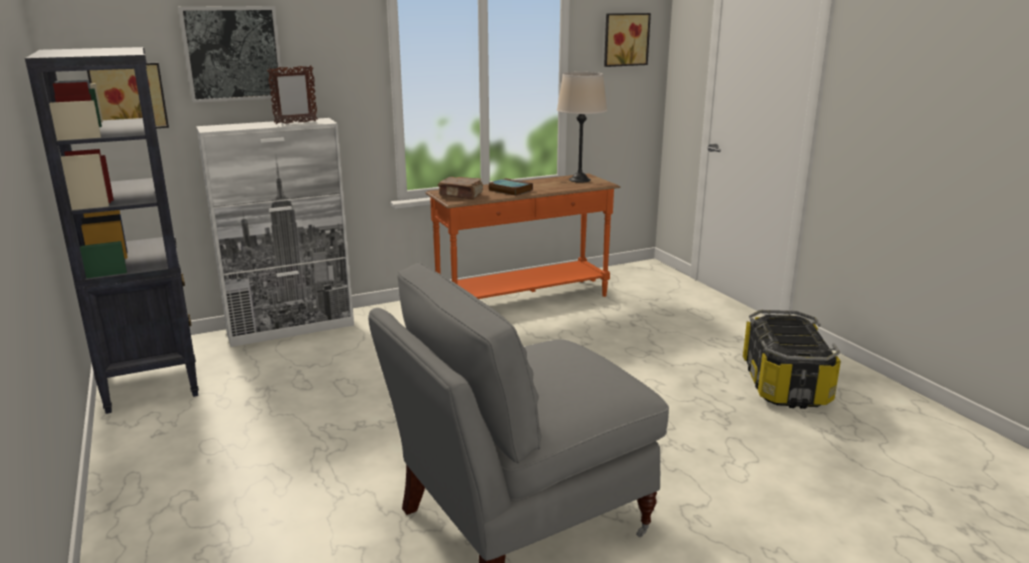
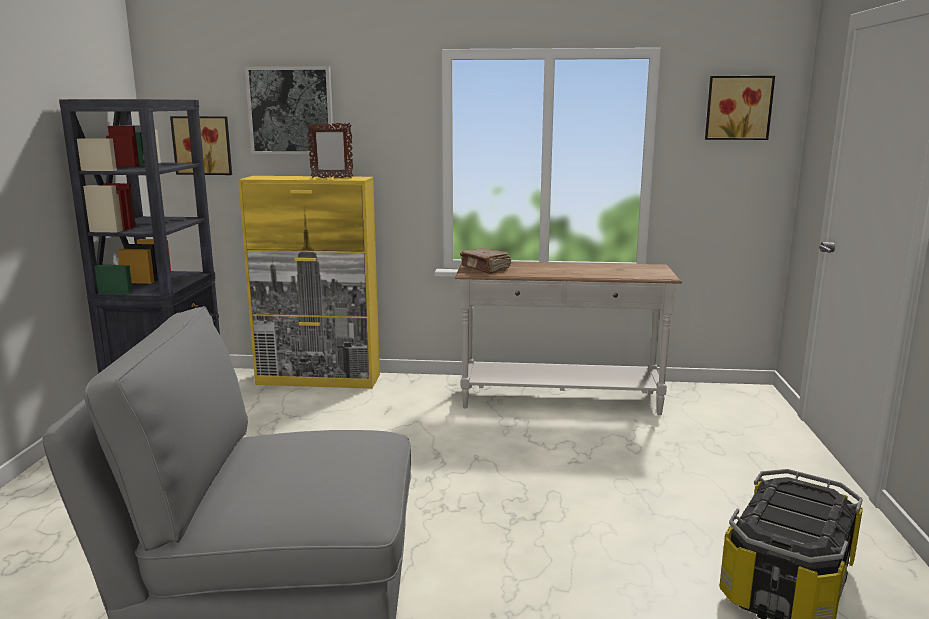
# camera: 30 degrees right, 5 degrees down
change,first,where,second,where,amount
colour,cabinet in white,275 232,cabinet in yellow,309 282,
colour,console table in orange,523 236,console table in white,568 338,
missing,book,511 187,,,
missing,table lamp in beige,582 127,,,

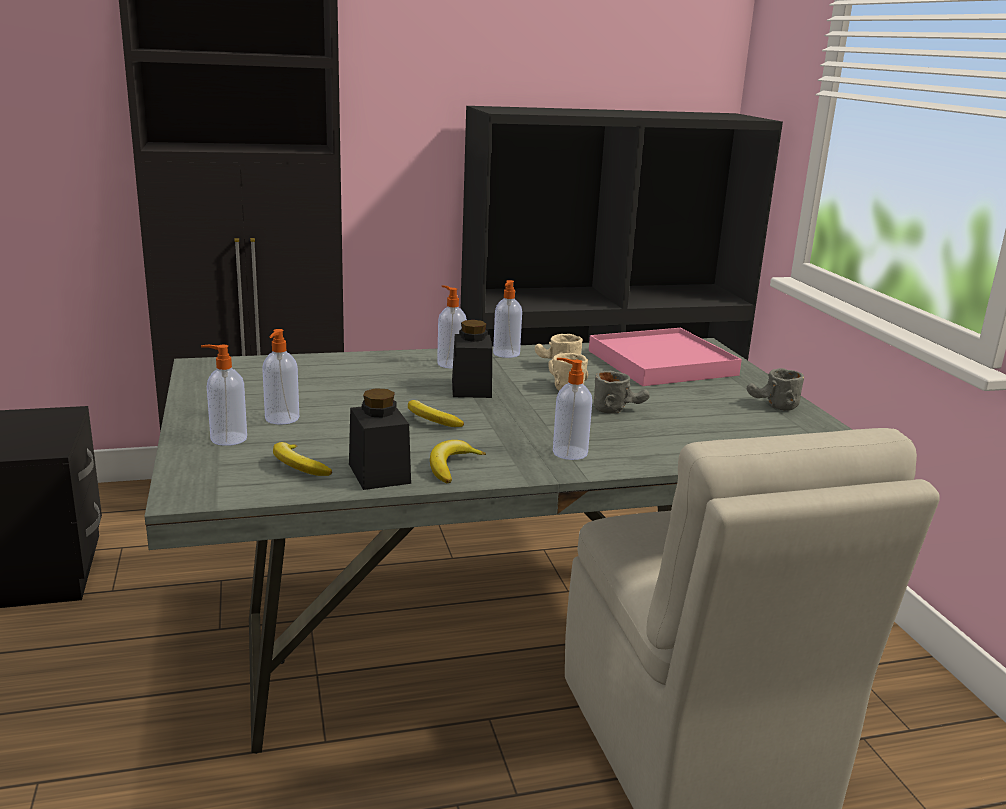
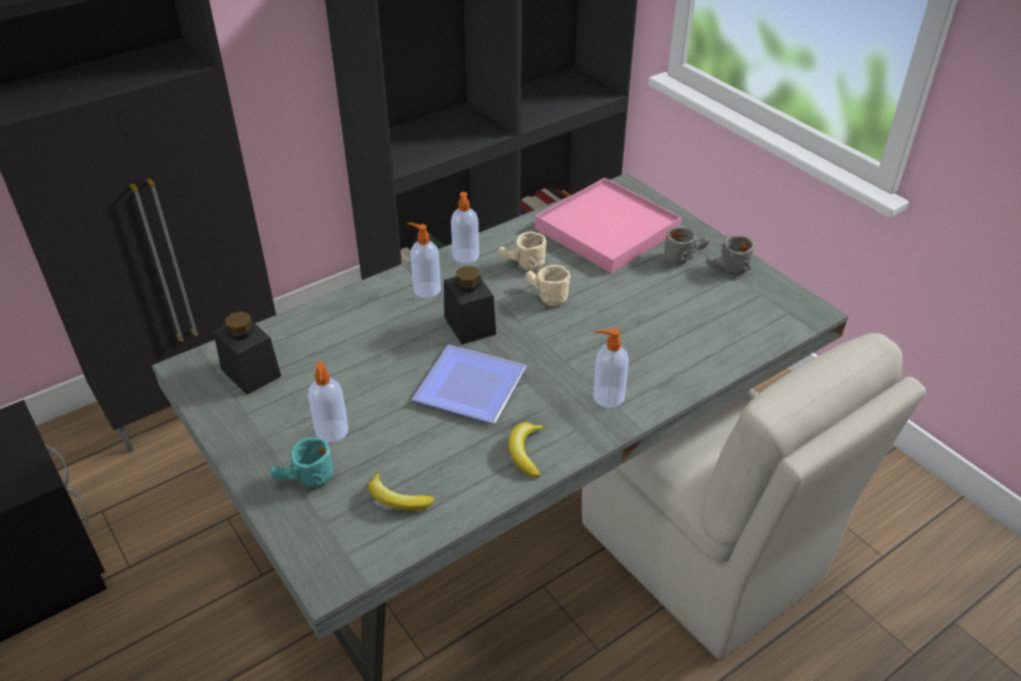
# camera: 20 degrees left, 20 degrees up
change,first,where,second,where,amount
relocated,jar in black,380 439,,247 353,
exchanged,soap dispenser,224 395,mug in turquoise,301 462,
exchanged,banana,436 413,plate,469 384,
relocated,mug in grey,622 392,,687 245,

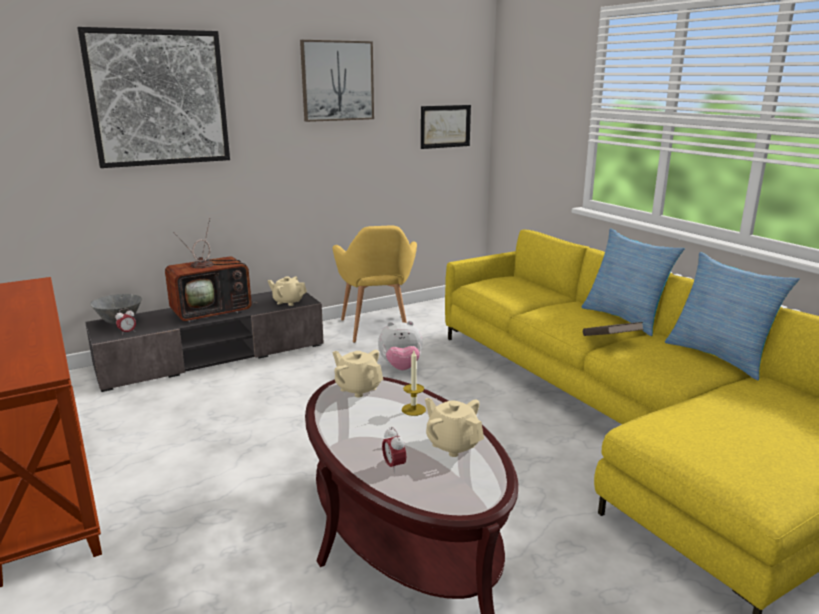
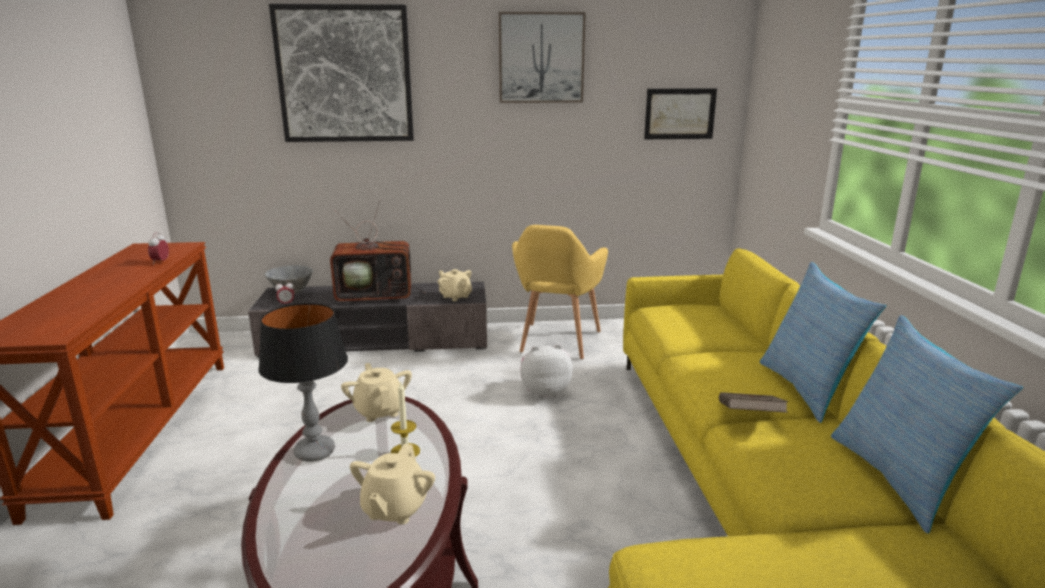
# camera: 25 degrees right, 0 degrees up
change,first,where,second,where,amount
relocated,alarm clock,394 450,,158 248,
appeared,,,table lamp,303 382,
spun,teapot in beige,454 427,,392 484,150 degrees counterclockwise
spun,plush toy,400 345,,546 371,150 degrees clockwise

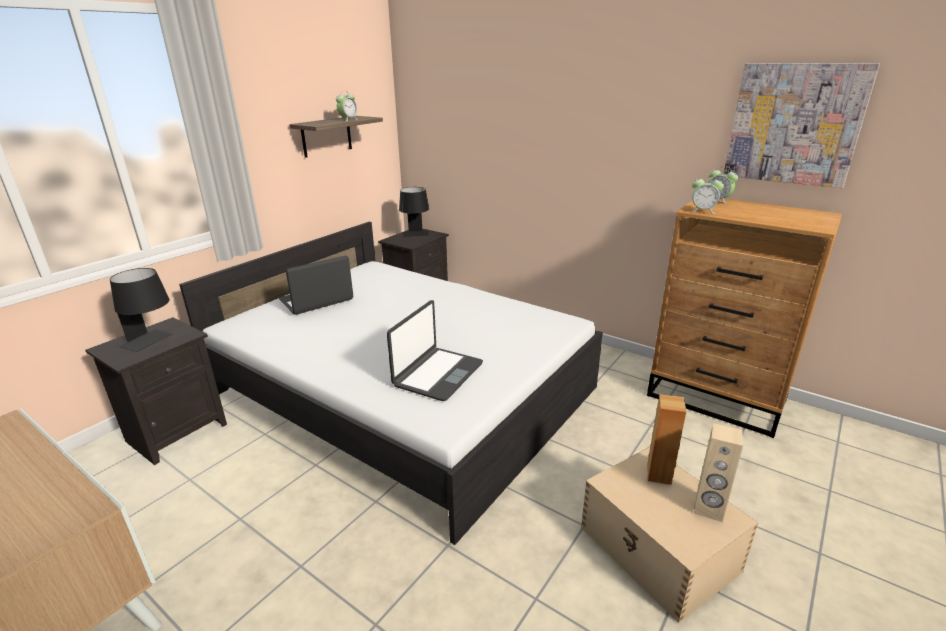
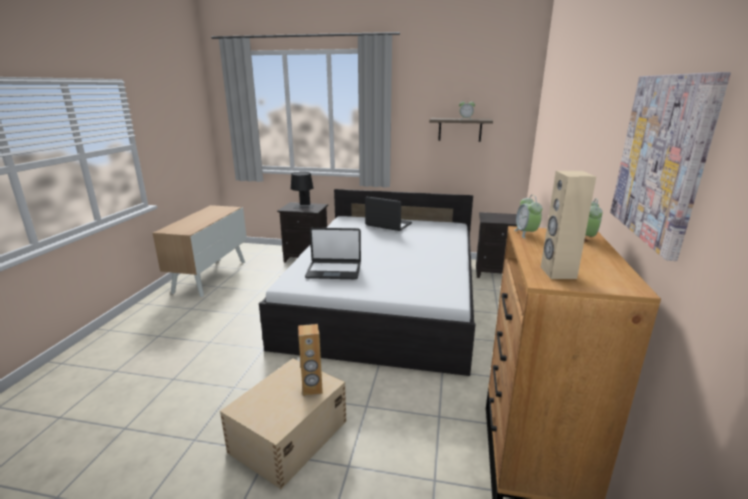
# camera: 65 degrees right, 5 degrees down
change,first,where,second,where,amount
relocated,speaker in beige,718 472,,568 225,
missing,table lamp in black,414 212,,,

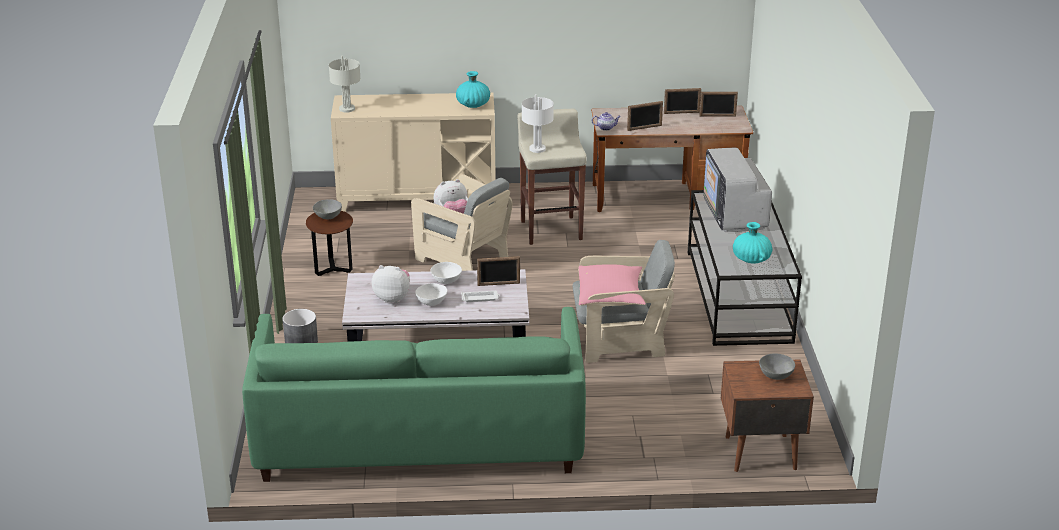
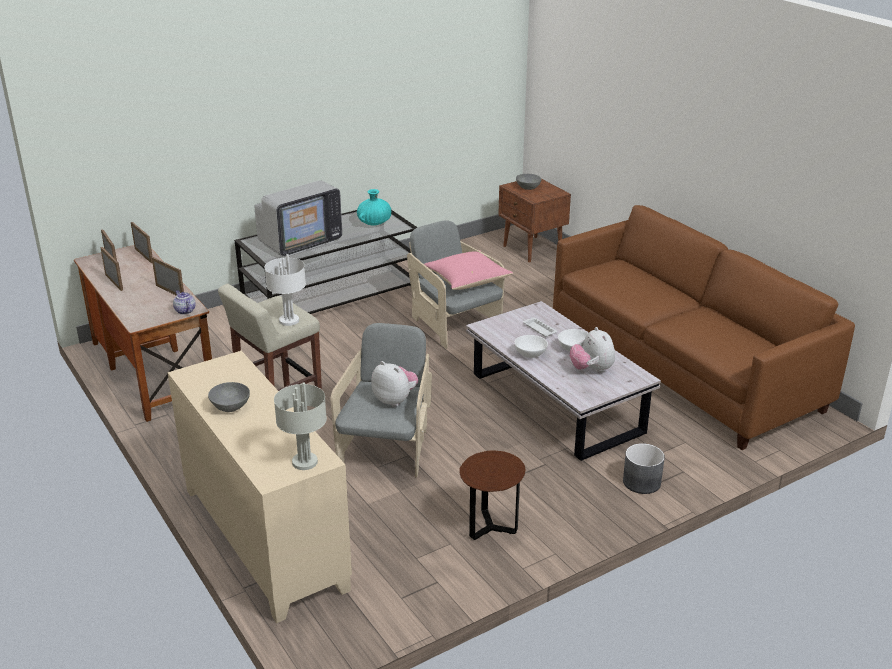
# camera: 120 degrees left, 0 degrees up
change,first,where,second,where,amount
relocated,picture frame,498 271,,142 242,
relocated,bowl in grey,327 209,,229 397,
colour,sofa in green,414 394,sofa in brown,704 327,
missing,vase in turquoise,473 89,,,

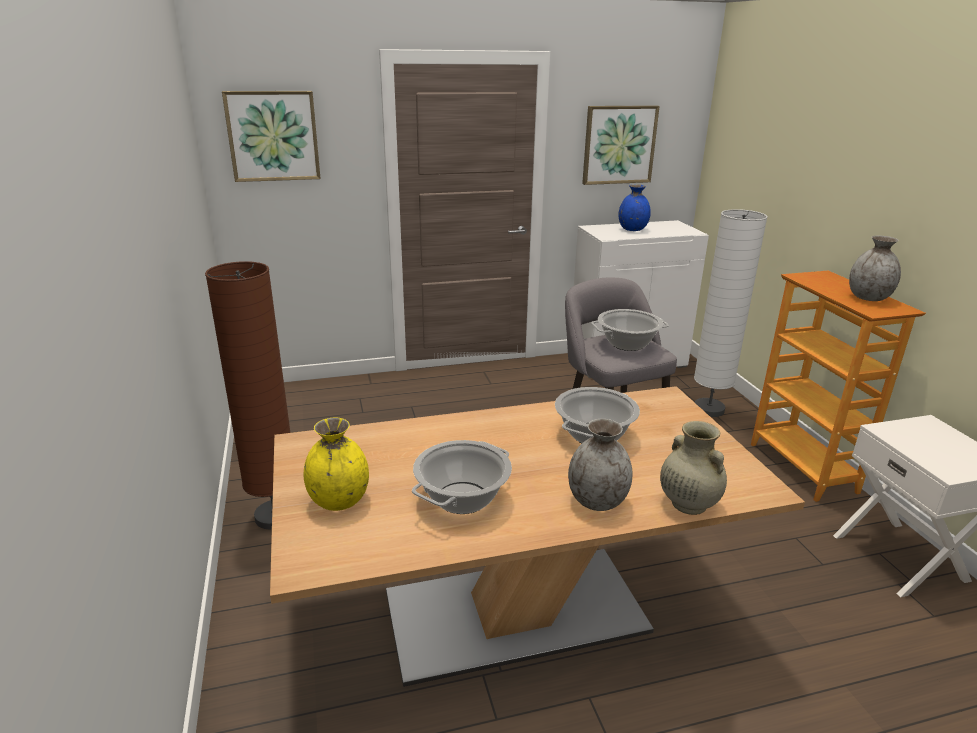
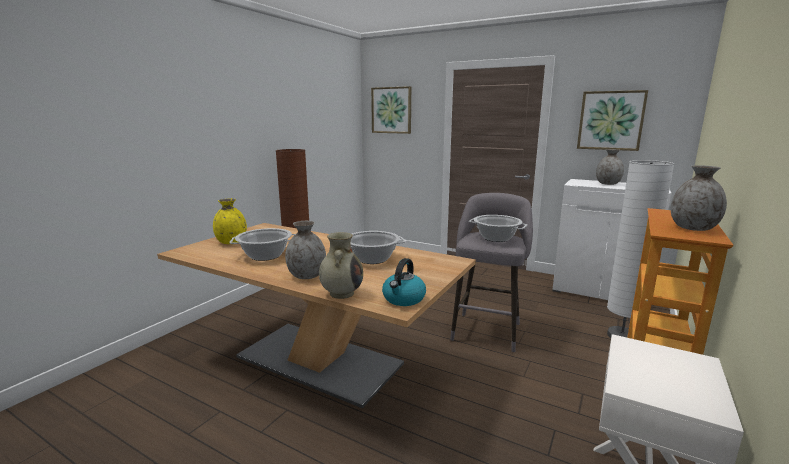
# camera: 45 degrees right, 10 degrees down
change,first,where,second,where,amount
appeared,,,kettle,404 282,
colour,vase in blue,635 207,vase in grey,610 167,

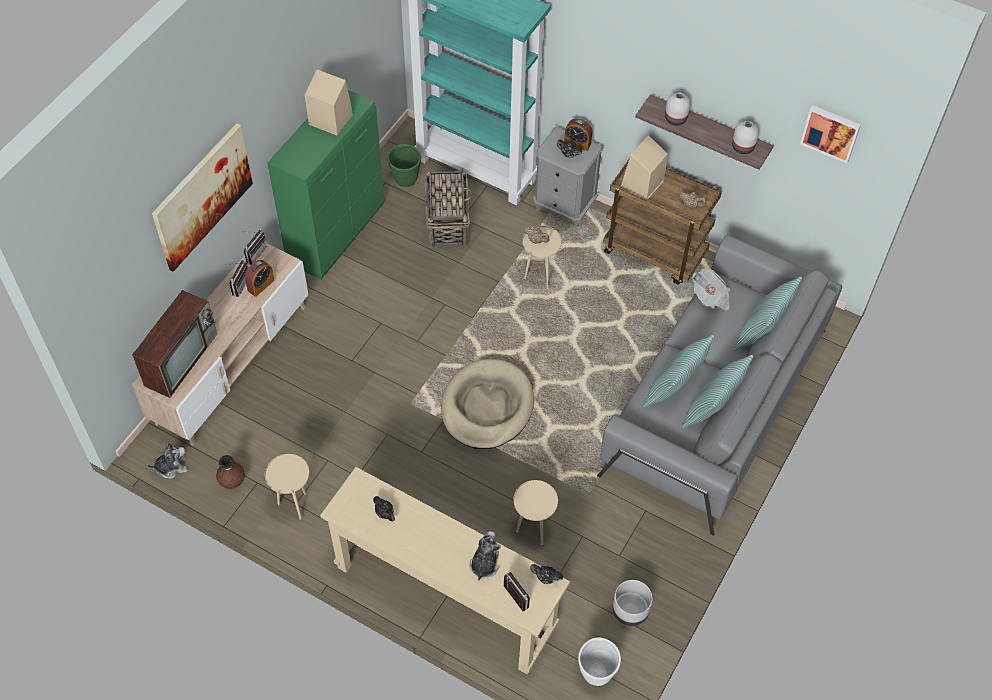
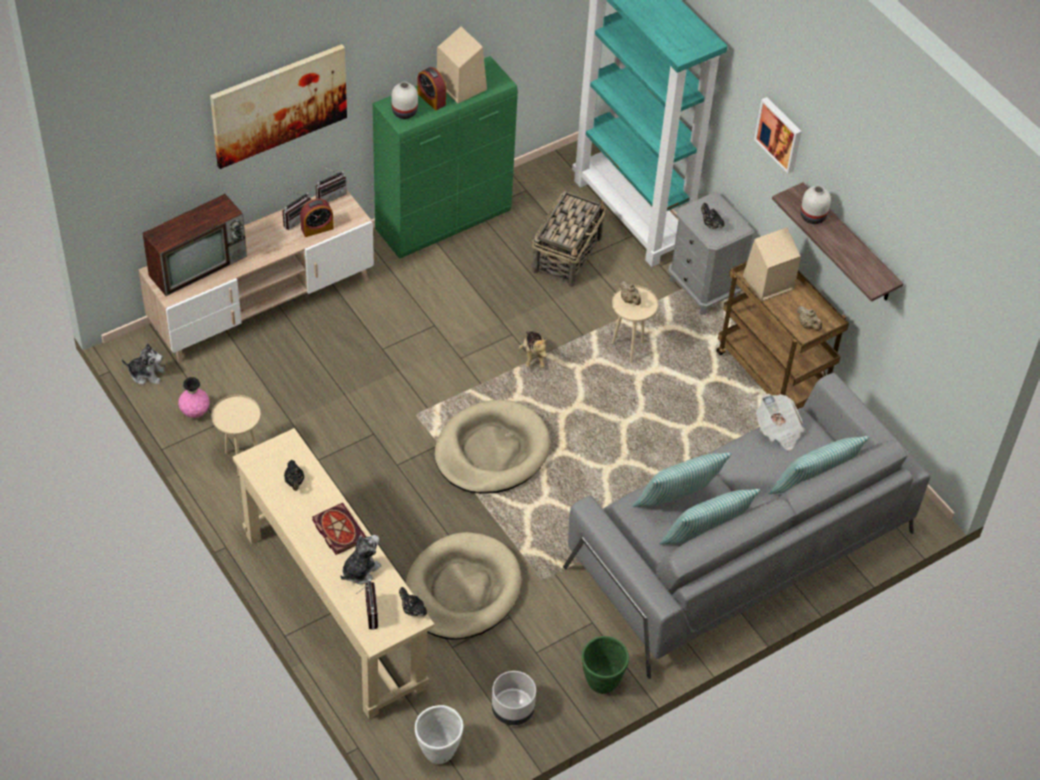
# camera: 25 degrees right, 5 degrees down
change,first,where,second,where,amount
colour,vase in brown,230 472,vase in pink,194 397,
appeared,,,book,339 529,
relocated,vase in white,745 137,,404 100,
exchanged,side table in beige,535 513,dog bed in beige,463 586,
relocated,alarm clock,578 134,,431 88,
appeared,,,plush toy,533 349,
relocated,planter in green,404 165,,605 665,
relocated,picture,830 134,,778 135,

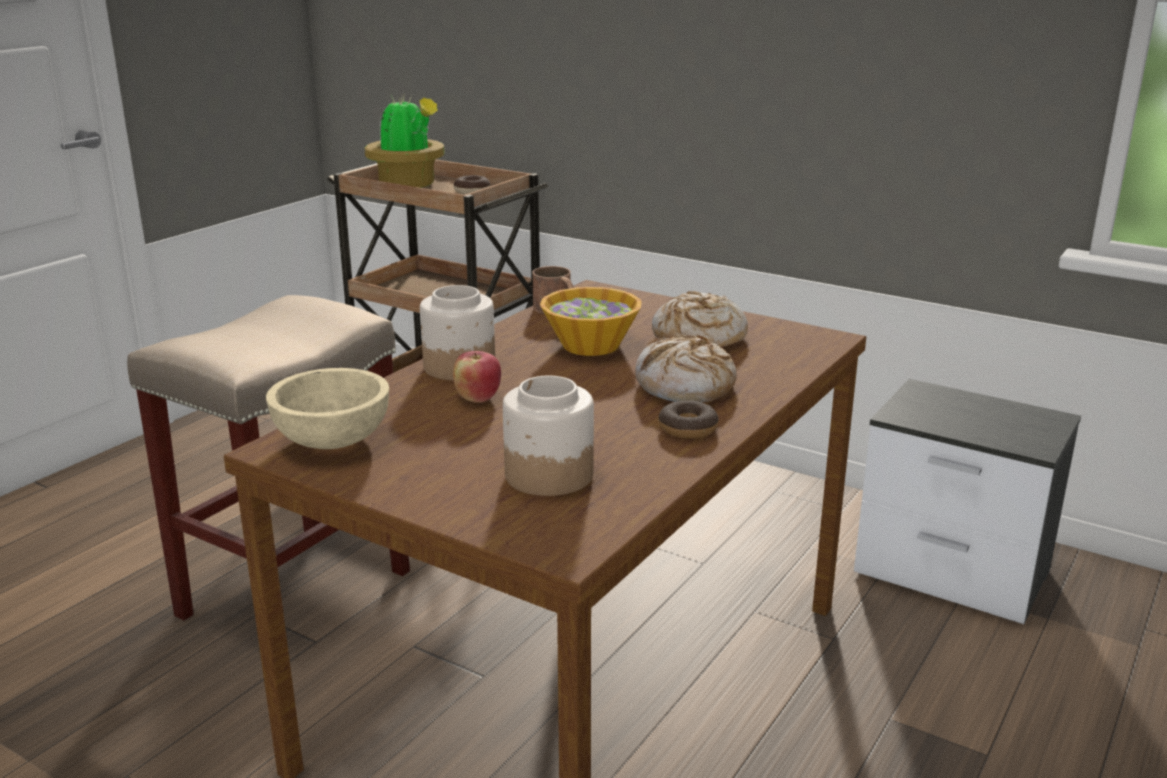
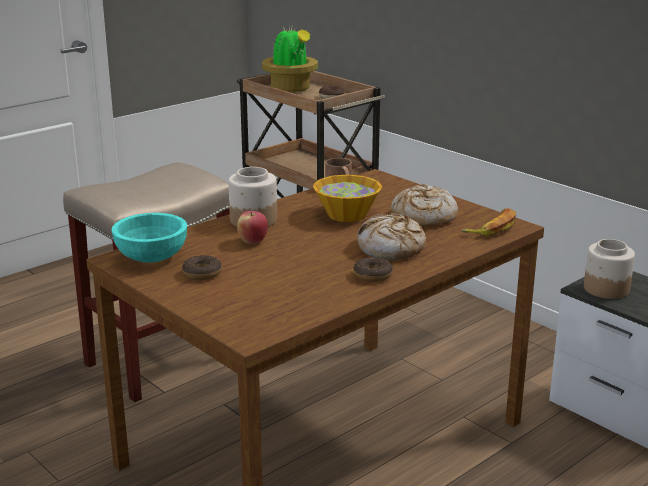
# camera: 15 degrees right, 0 degrees up
change,first,where,second,where,amount
colour,bowl in beige,327 408,bowl in turquoise,149 238,
appeared,,,donut,202 267,
appeared,,,banana,488 222,
relocated,jar,548 436,,609 269,

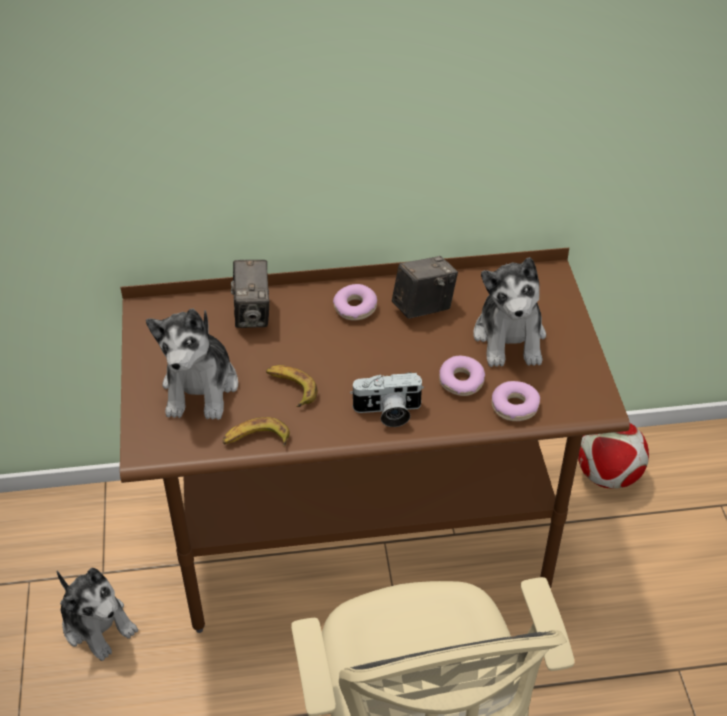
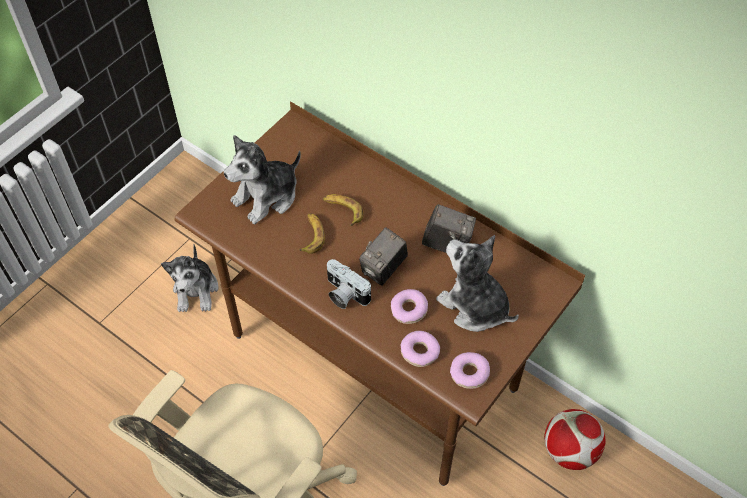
# camera: 45 degrees right, 10 degrees up
change,first,where,second,where,amount
relocated,banana,256 432,,343 210,
relocated,photo camera,250 294,,383 256,
spun,plush toy,509 312,,477 283,90 degrees clockwise
relocated,donut,355 302,,470 370,

